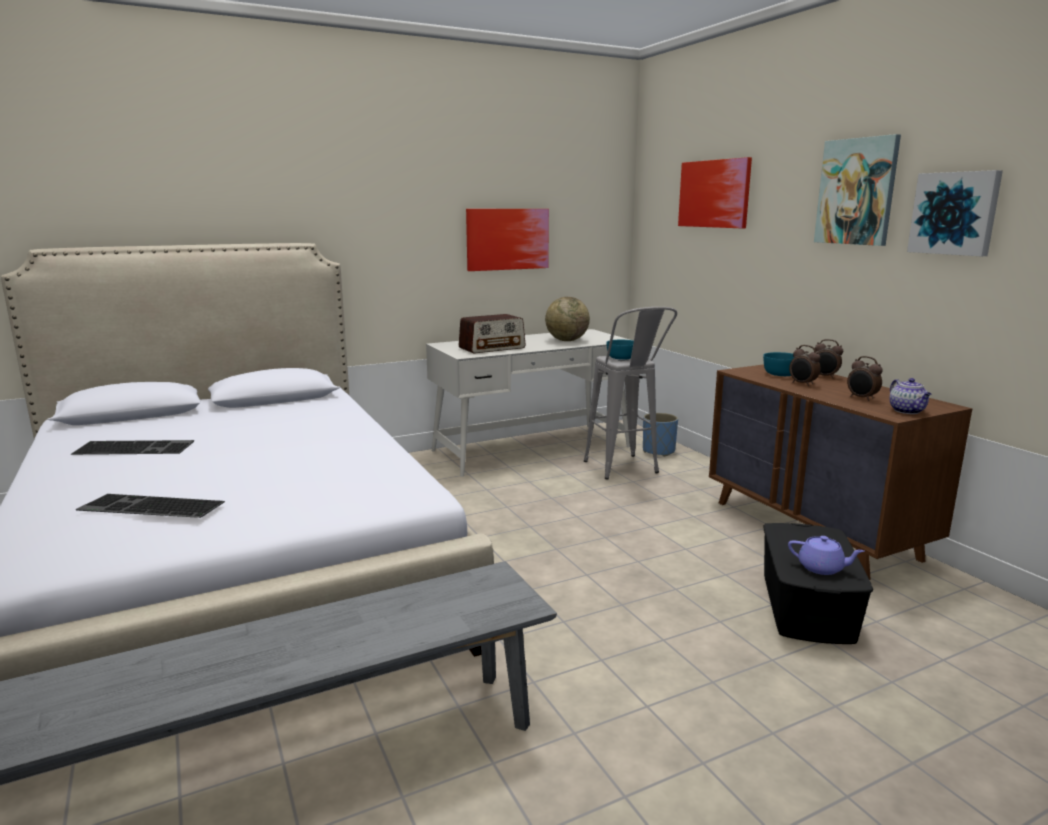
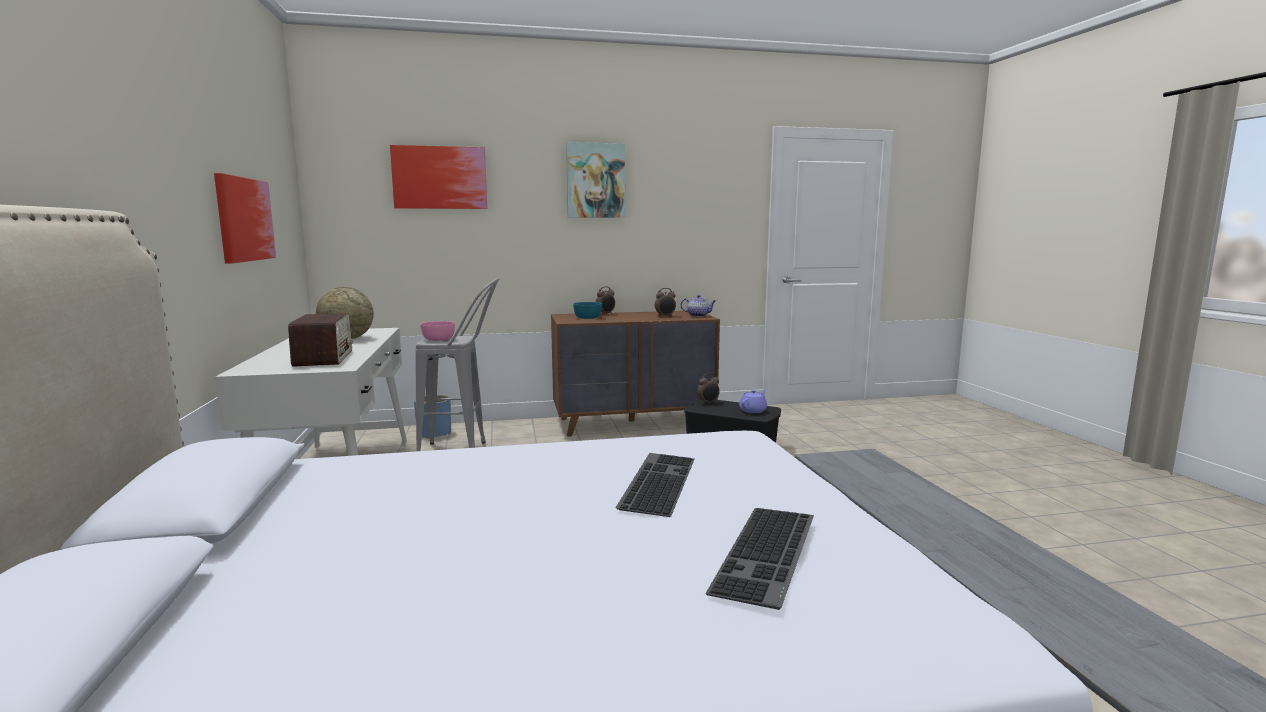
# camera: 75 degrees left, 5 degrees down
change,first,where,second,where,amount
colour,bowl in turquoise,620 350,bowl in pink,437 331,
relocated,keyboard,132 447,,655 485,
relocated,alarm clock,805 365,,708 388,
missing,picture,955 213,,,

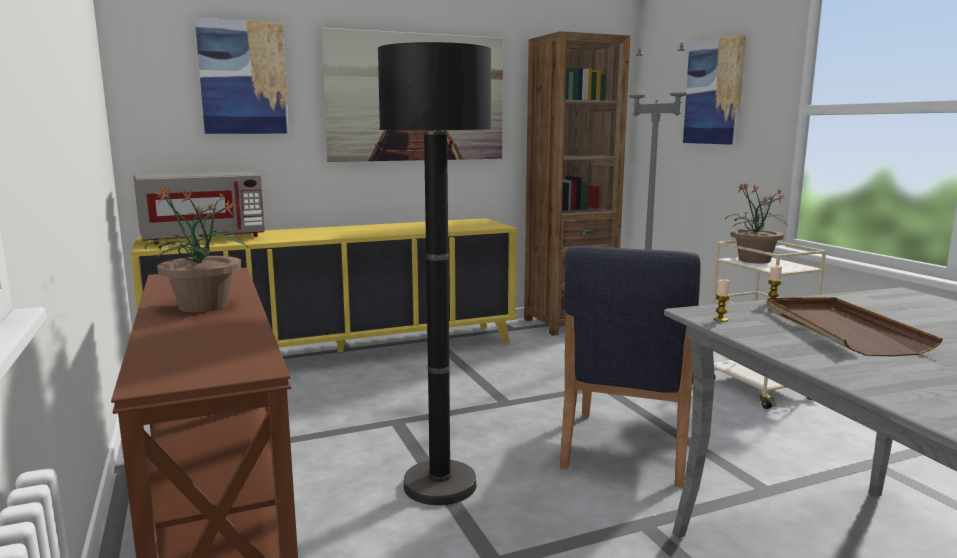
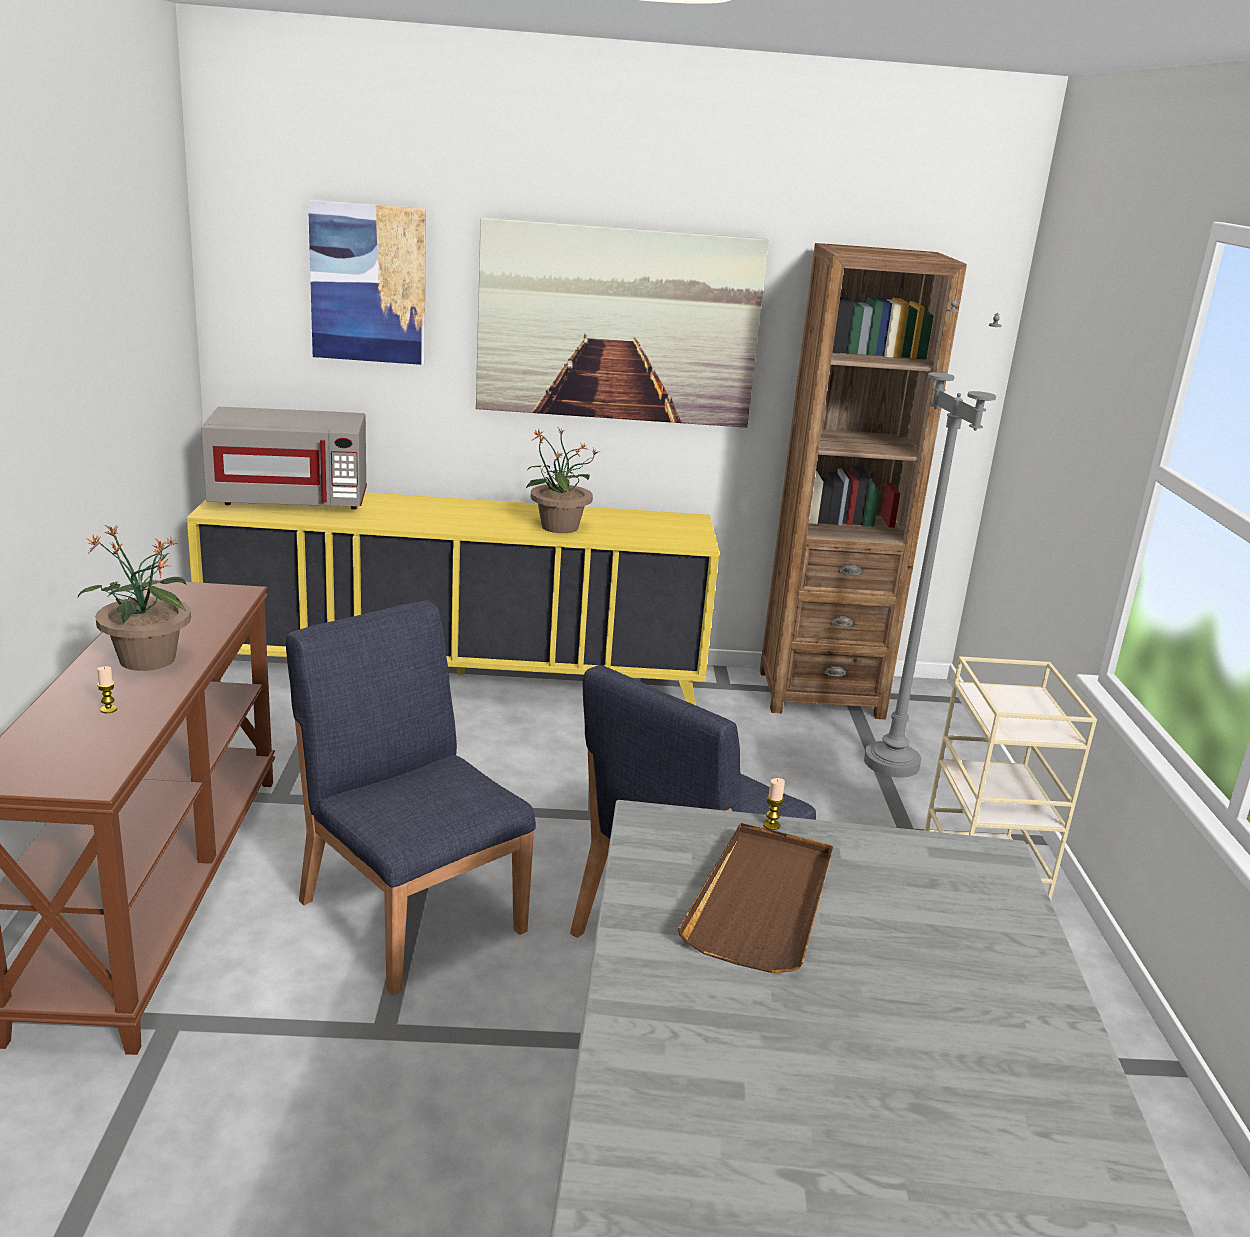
# camera: 20 degrees right, 10 degrees up
change,first,where,second,where,amount
relocated,candle,721 301,,107 689,
exchanged,floor lamp in black,434 273,chair in blue,411 798,
relocated,potted plant,756 223,,562 481,
missing,picture,714 90,,,

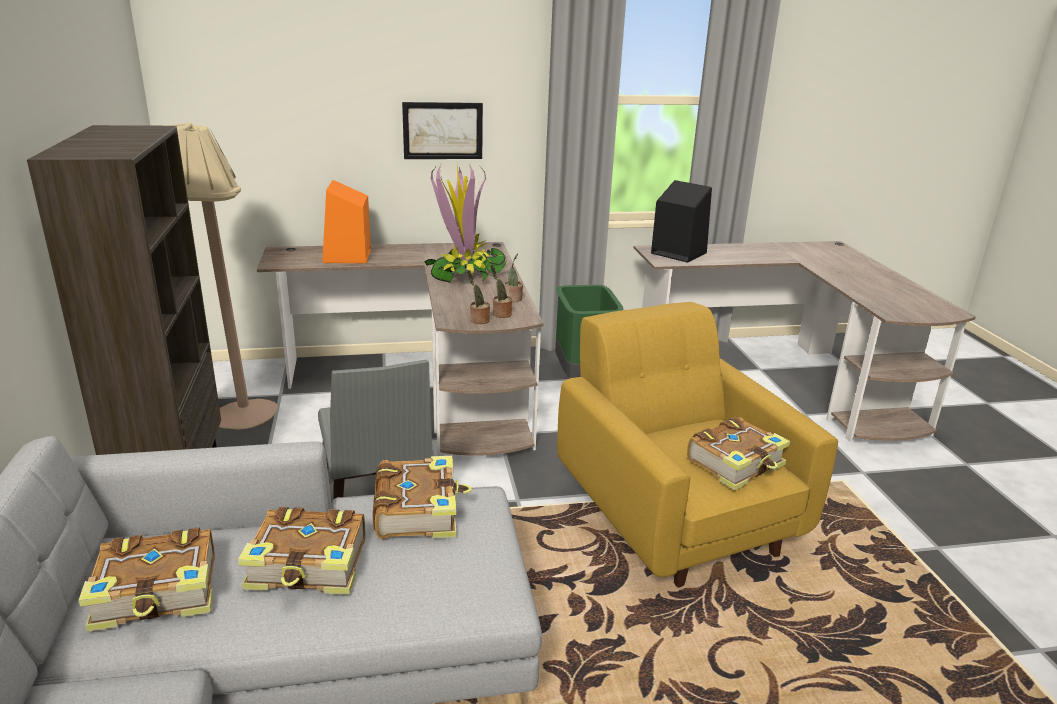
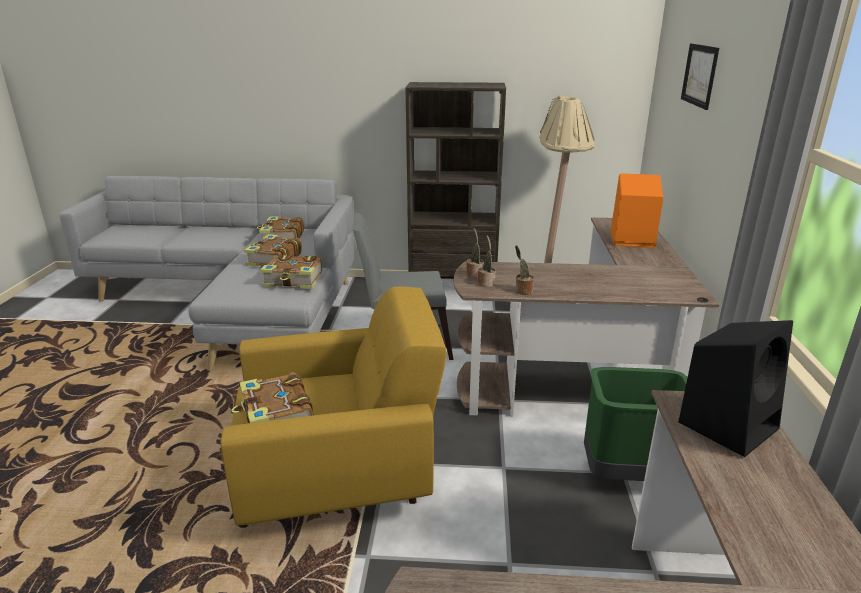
# camera: 105 degrees right, 0 degrees up
change,first,where,second,where,amount
relocated,picture,442 130,,700 76,
missing,potted plant,465 223,,,

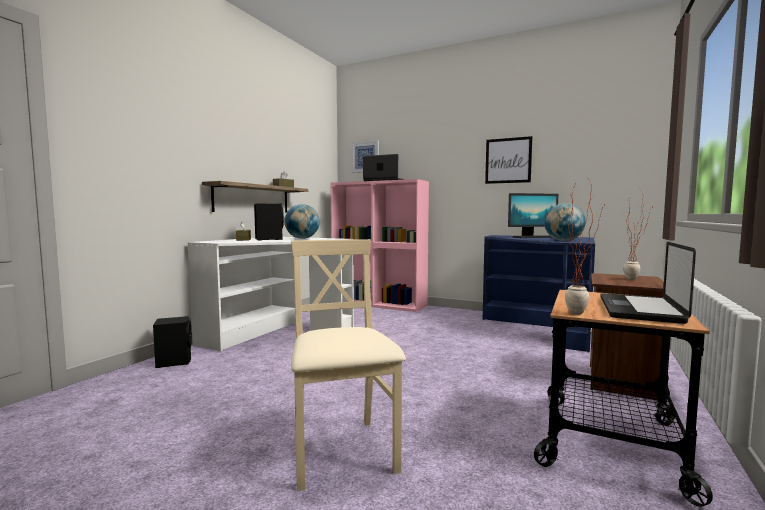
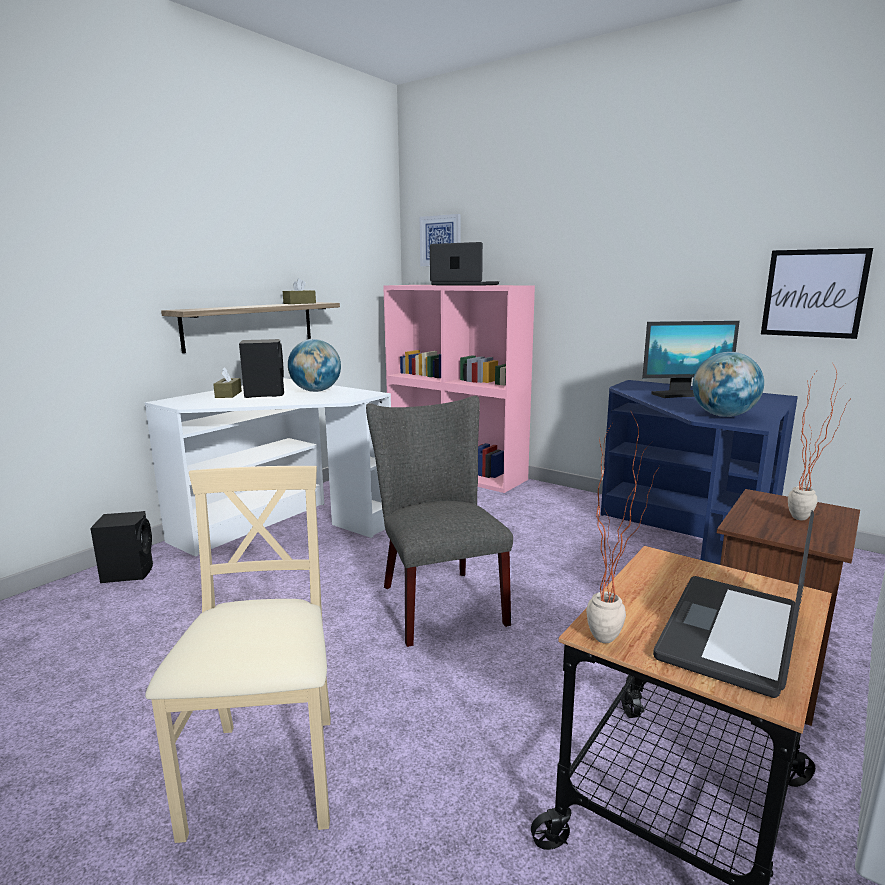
# camera: 10 degrees right, 10 degrees up
change,first,where,second,where,amount
appeared,,,chair in grey,439 521,
relocated,picture,508 160,,817 293,

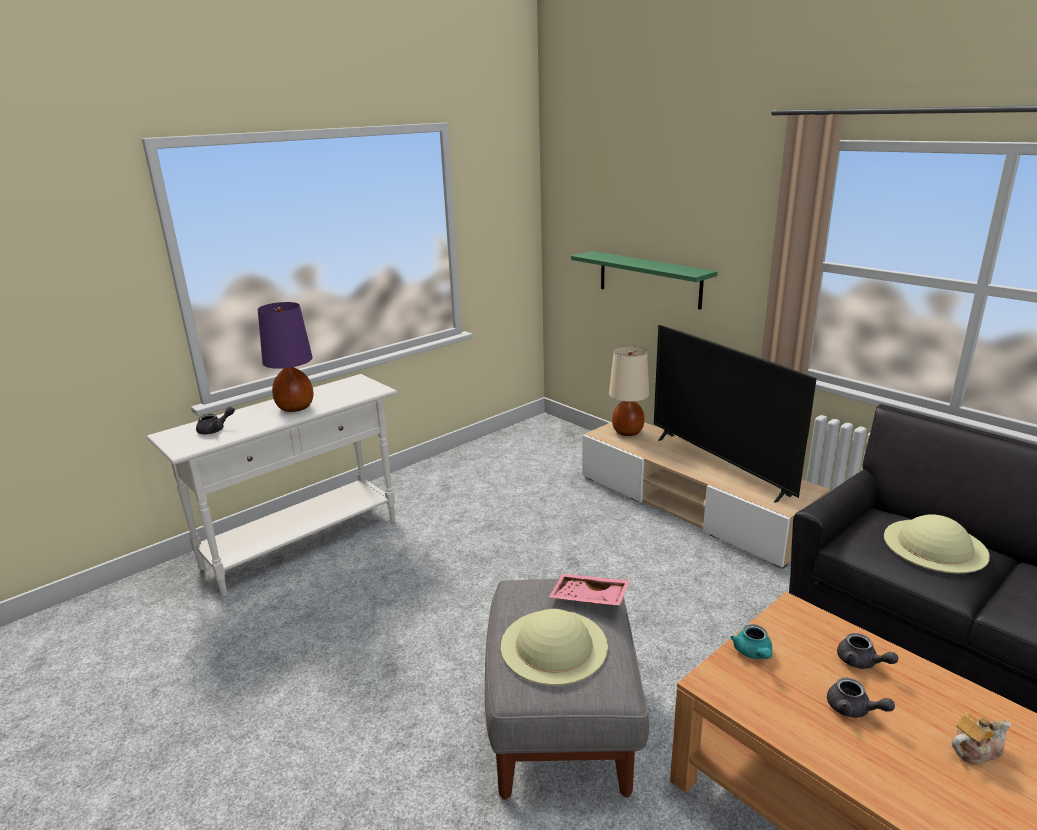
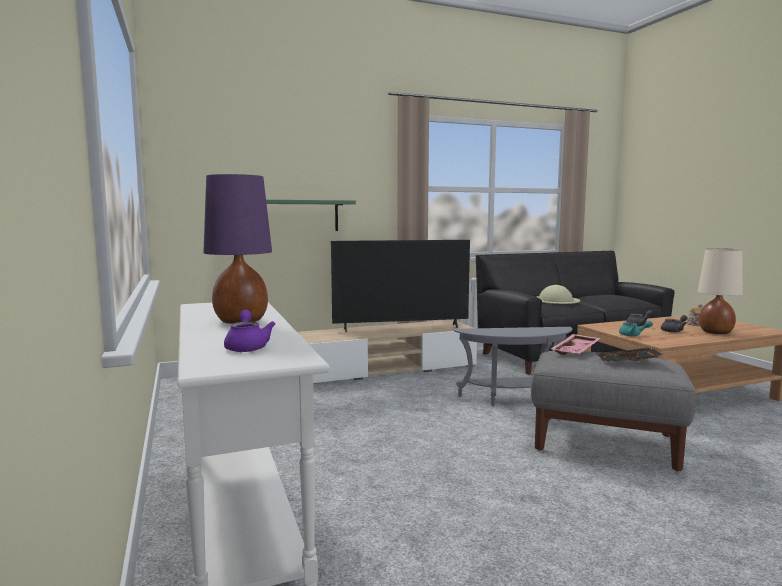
# camera: 70 degrees left, 15 degrees down
change,first,where,second,where,amount
colour,teapot in grey,215 420,teapot in purple,250 331,
appeared,,,side table in grey,512 366,
exchanged,hat in beige,554 647,tray in black,629 354,
relocated,table lamp in beige,629 391,,720 291,

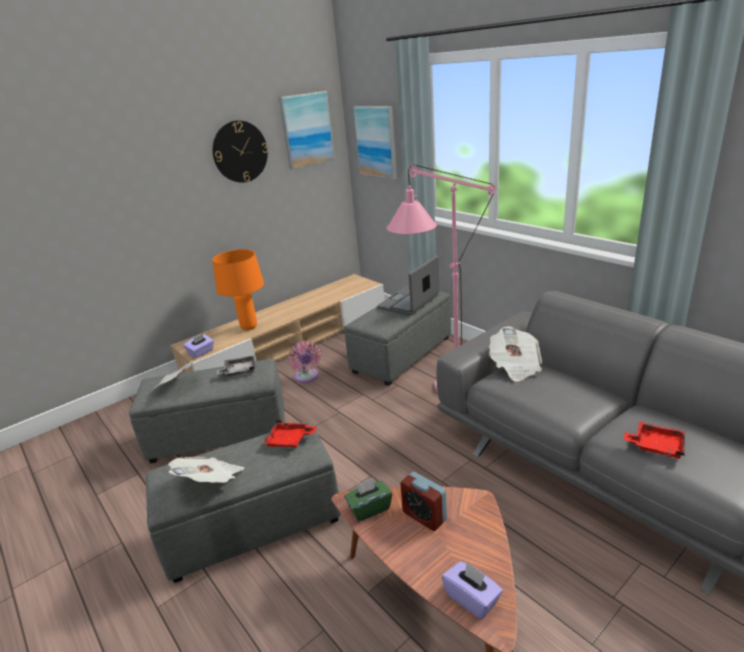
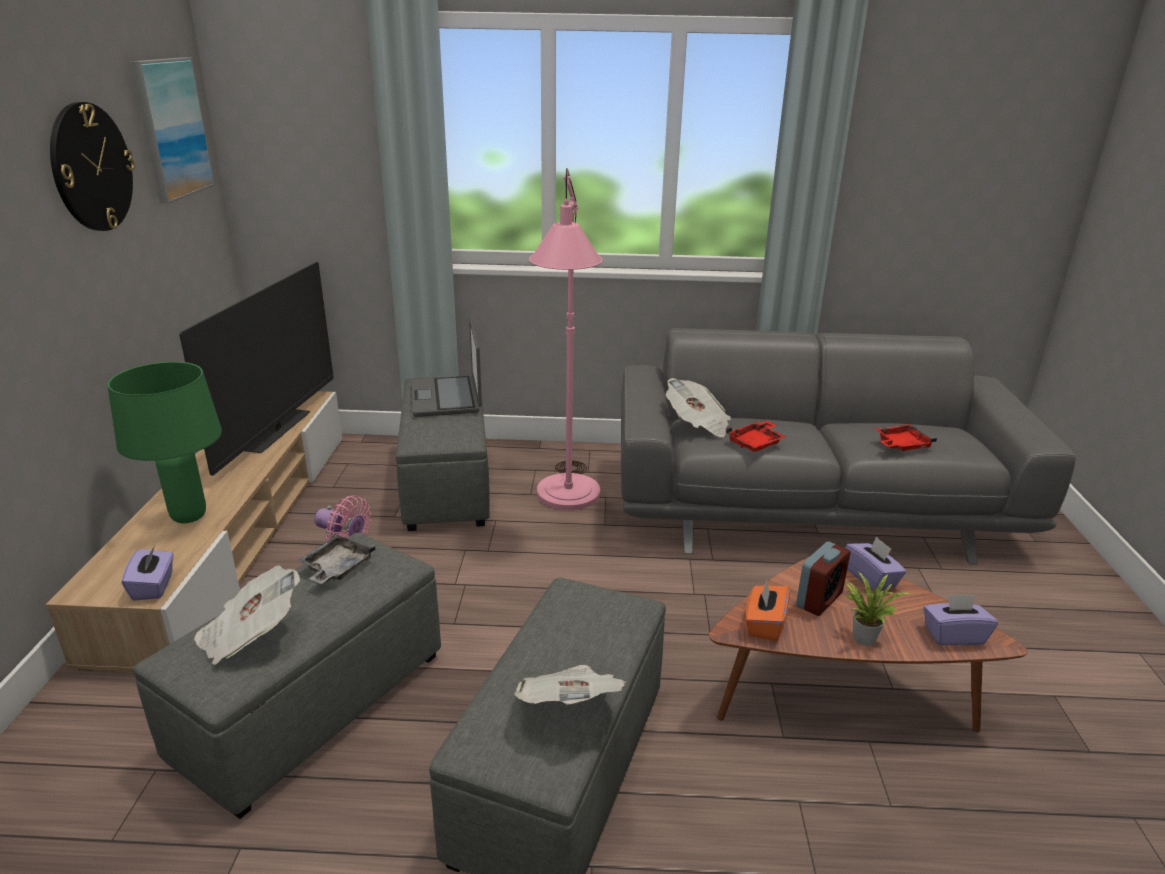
# camera: 50 degrees left, 0 degrees up
change,first,where,second,where,amount
colour,table lamp in orange,238 289,table lamp in green,164 442,
appeared,,,television,256 369,
relocated,tray in red,290 433,,756 436,
colour,tissue box in green,368 499,tissue box in orange,768 610,
spun,alarm clock,423 501,,823 579,45 degrees counterclockwise
appeared,,,tissue box in purple,876 563,
appeared,,,potted plant,878 608,
missing,picture,375 142,,,

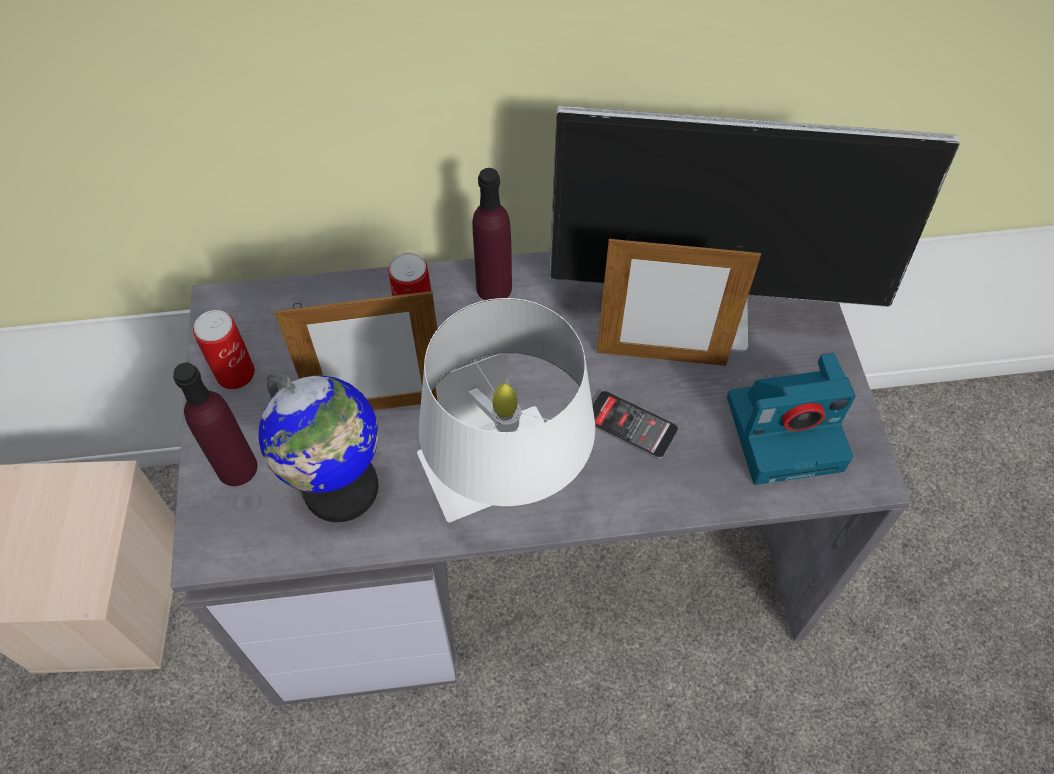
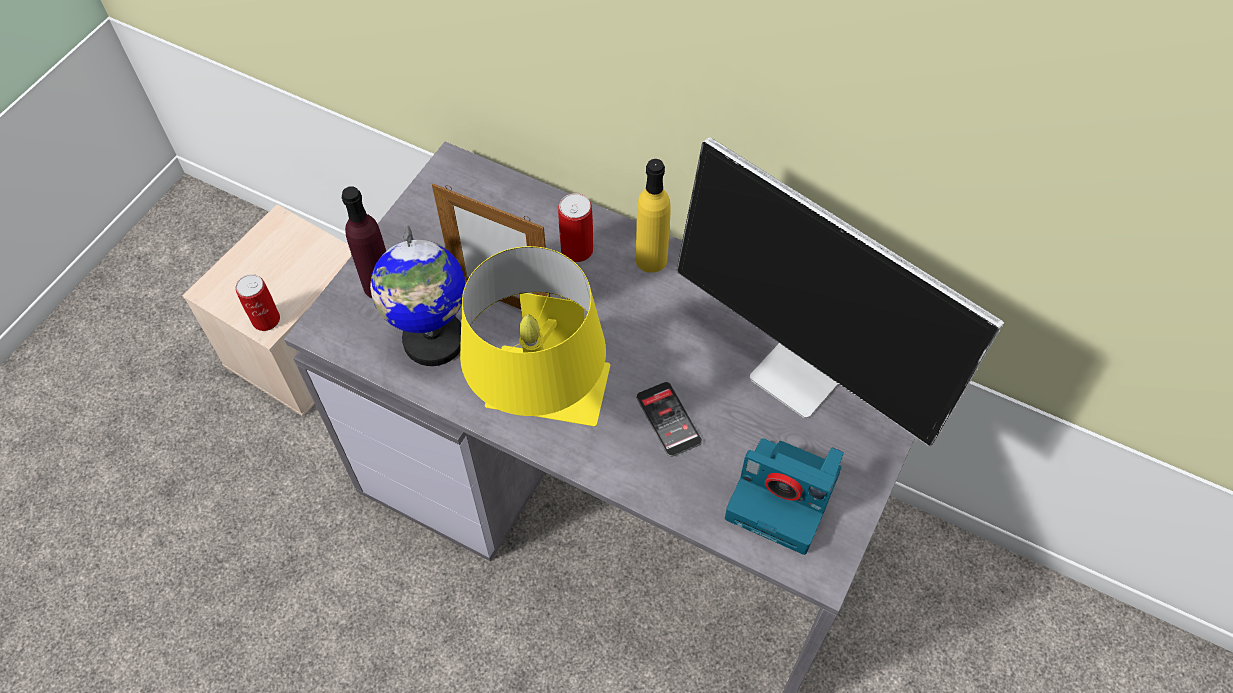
# camera: 35 degrees right, 0 degrees up
change,first,where,second,where,amount
relocated,can,224 349,,257 302,
colour,table lamp in white,506 410,table lamp in yellow,535 336,
colour,bottle in purple,492 234,bottle in yellow,653 216,
missing,picture frame,679 301,,,

